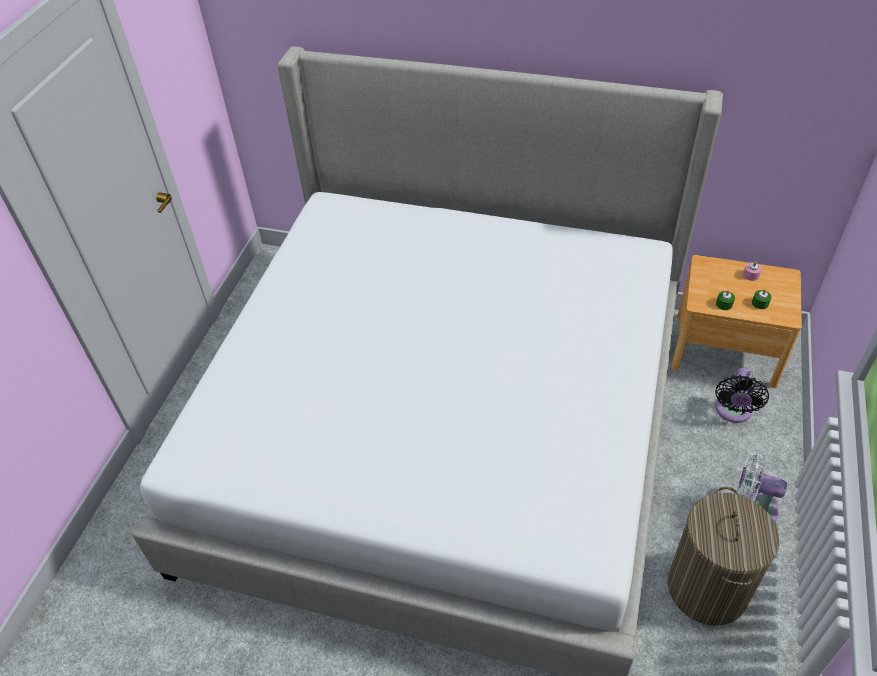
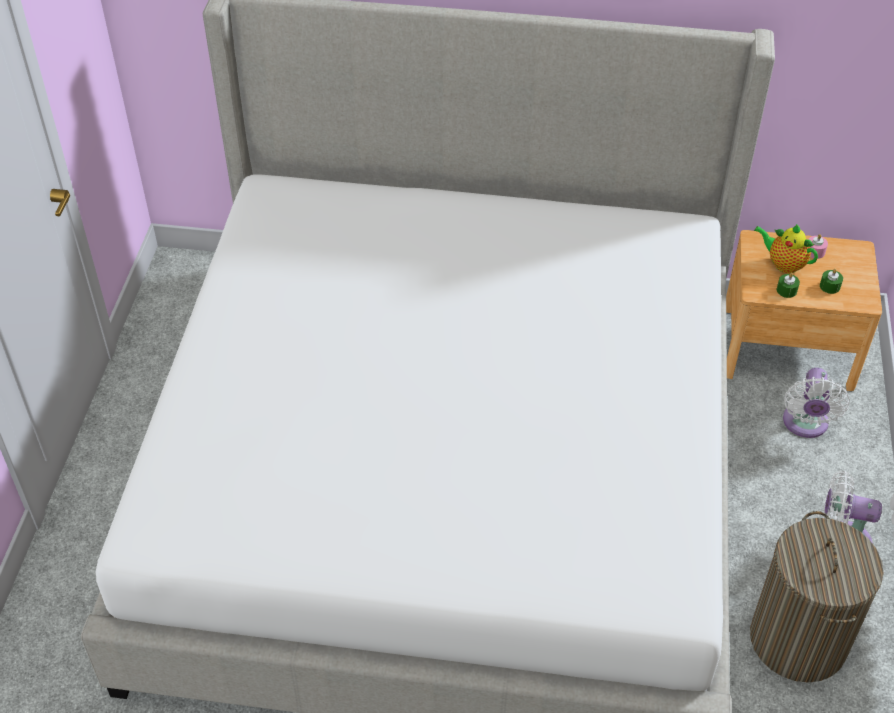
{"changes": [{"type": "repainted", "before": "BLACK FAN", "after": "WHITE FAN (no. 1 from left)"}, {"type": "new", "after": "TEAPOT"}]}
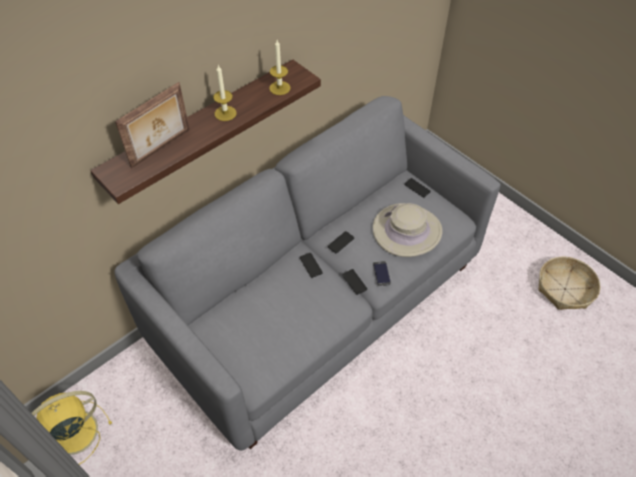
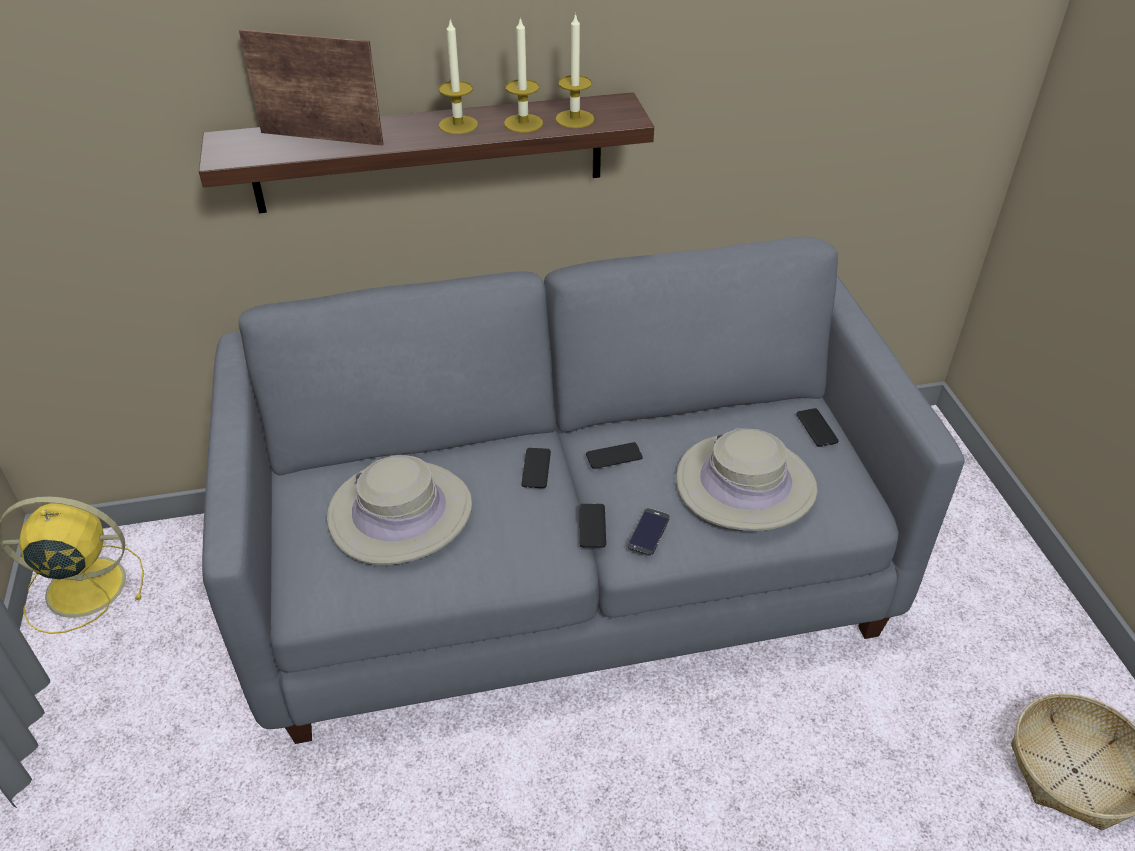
{"changes": [{"type": "rotated", "before": "PICTURE FRAME", "turn": -150}, {"type": "new", "after": "BEIGE HAT (no. 1 from left)"}, {"type": "new", "after": "CANDLE (no. 2 from left)"}]}
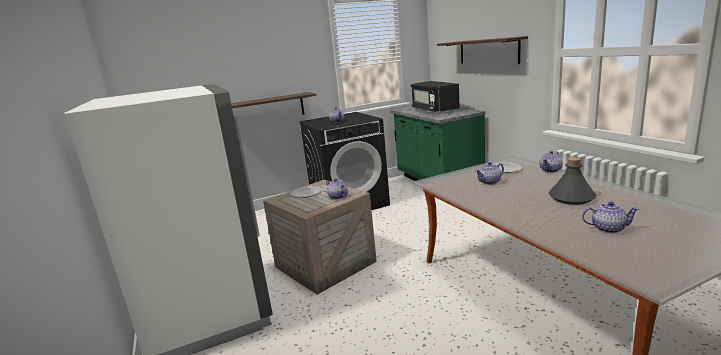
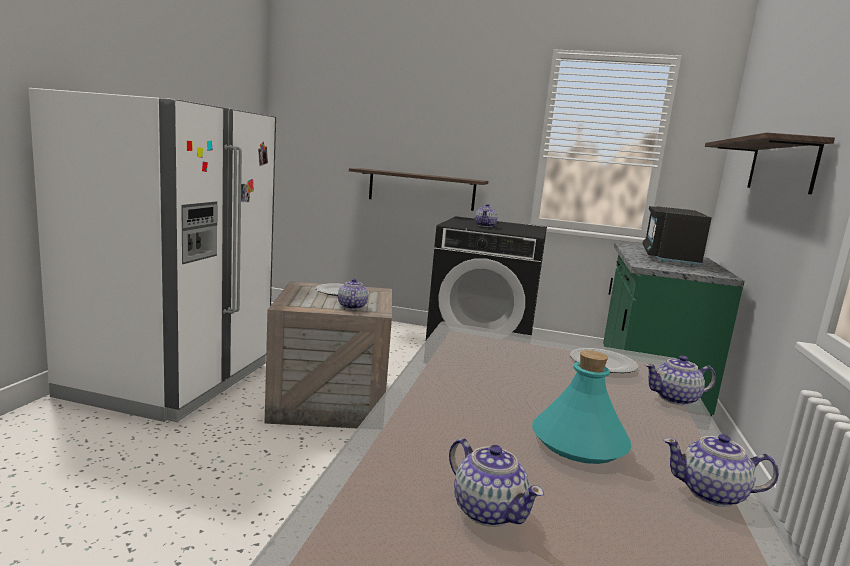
{"changes": [{"type": "shifted", "before": "TEAPOT (no. 3 from left in the first image)", "after": "TEAPOT (no. 5 from left)"}, {"type": "repainted", "before": "GREY BOTTLE", "after": "TURQUOISE BOTTLE"}]}
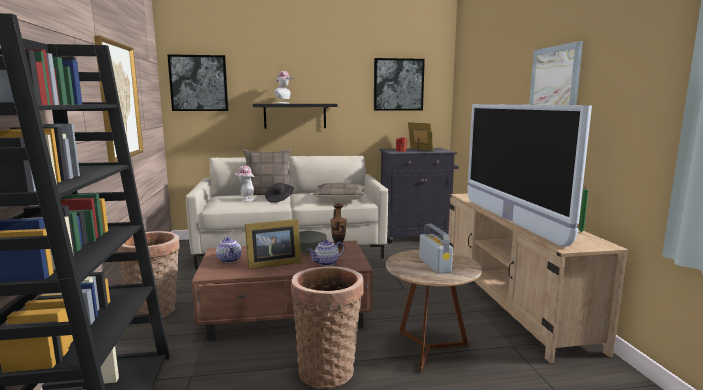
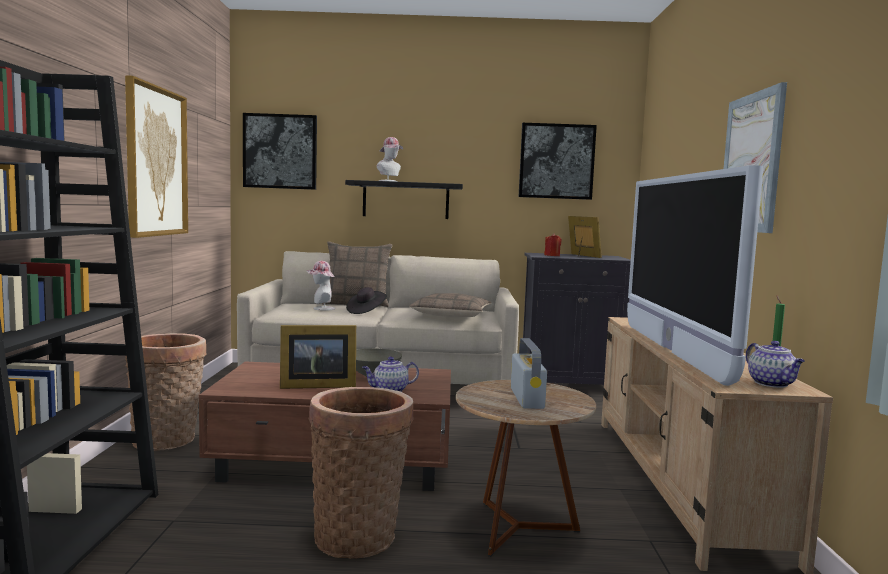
{"changes": [{"type": "shifted", "before": "TEAPOT (no. 1 from left in the first image)", "after": "TEAPOT (no. 2 from left)"}, {"type": "gone", "before": "VASE"}]}
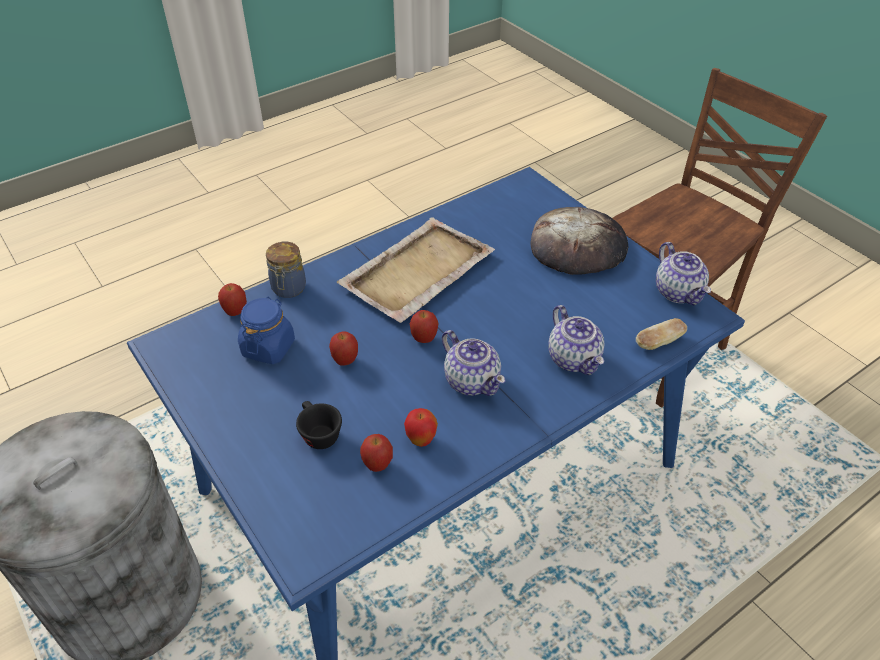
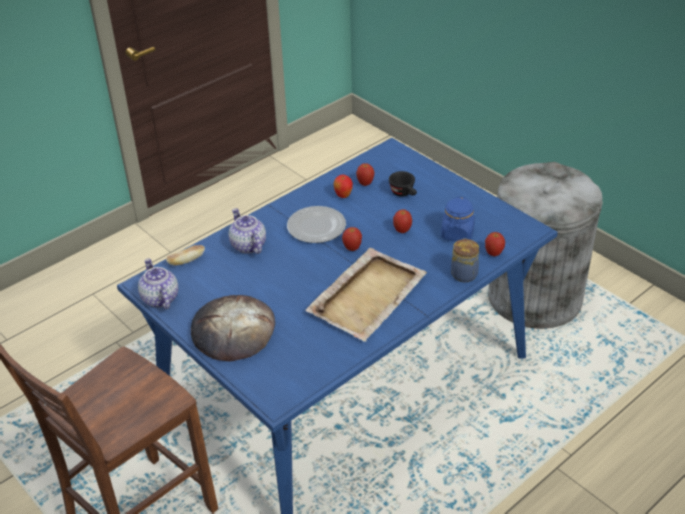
{"changes": [{"type": "swapped", "before": "TEAPOT (no. 1 from left)", "after": "PLATE"}]}
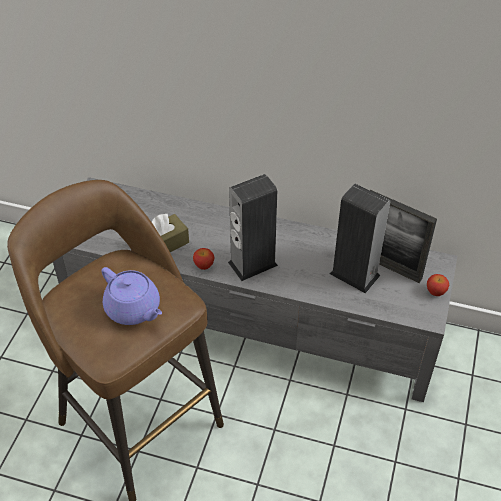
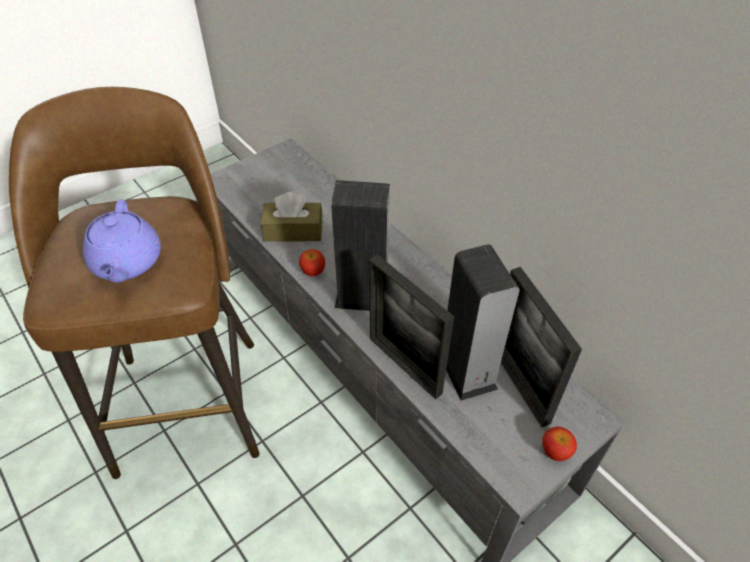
{"changes": [{"type": "new", "after": "PICTURE FRAME (no. 1 from left)"}]}
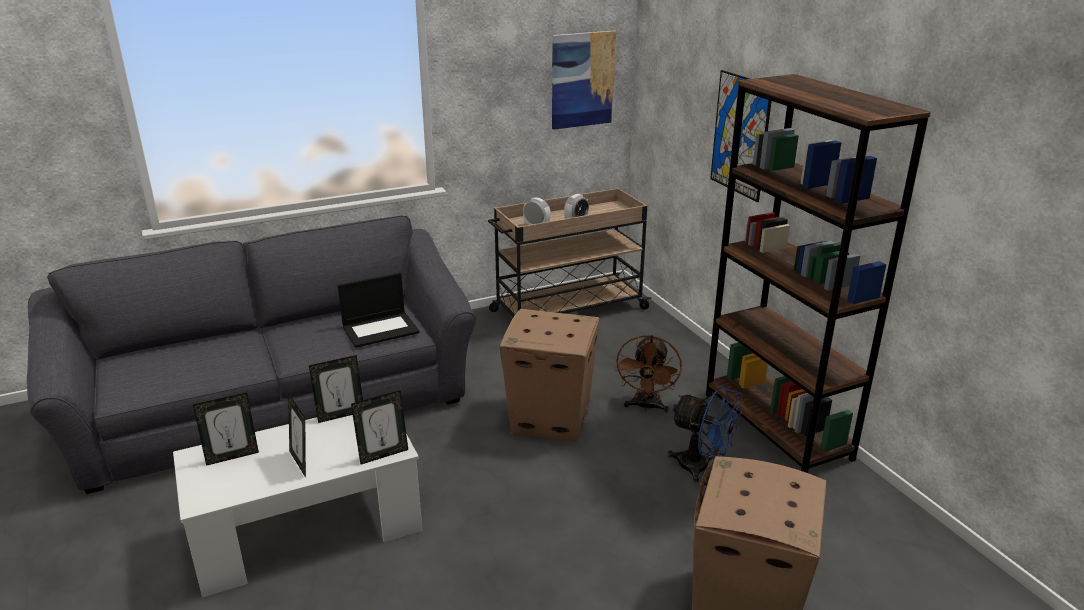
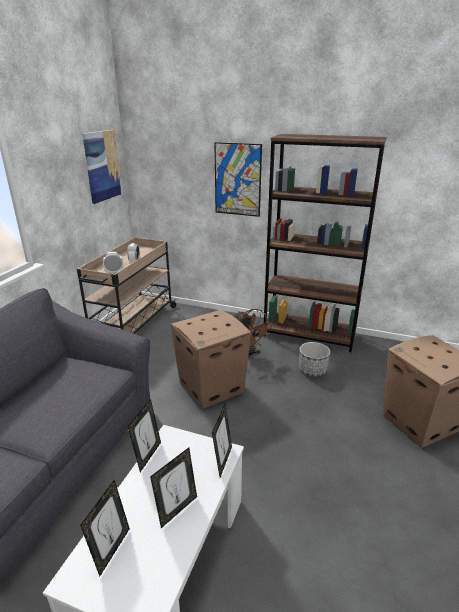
{"changes": [{"type": "rotated", "before": "PICTURE FRAME (no. 2 from left in the first image)", "turn": -60}, {"type": "gone", "before": "LAPTOP"}, {"type": "swapped", "before": "BLUE FAN", "after": "PLANTER"}]}
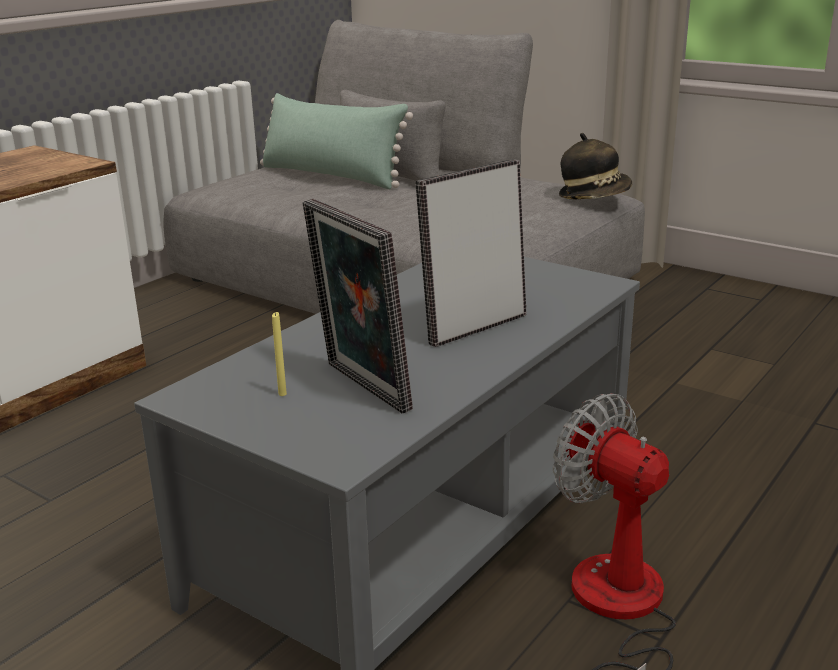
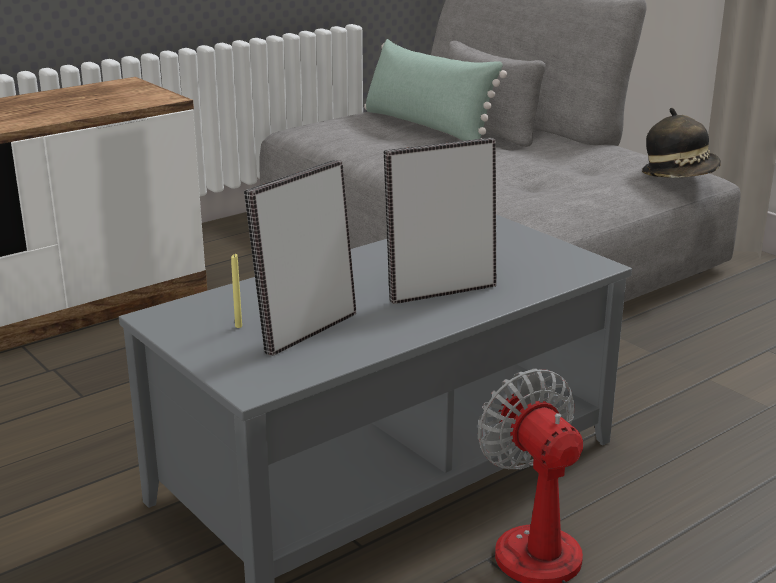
{"changes": [{"type": "rotated", "before": "PICTURE FRAME (no. 1 from left)", "turn": 60}]}
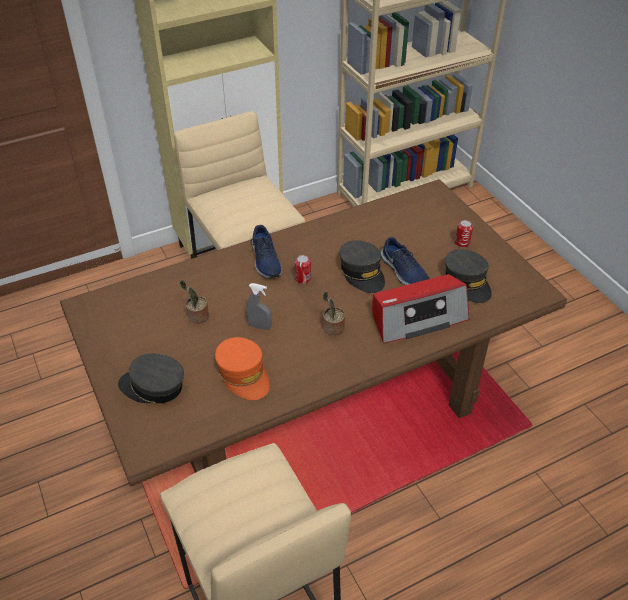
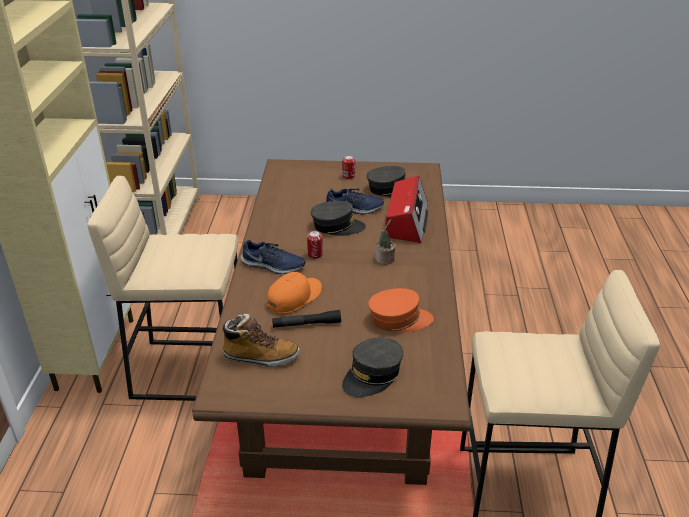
{"changes": [{"type": "swapped", "before": "POTTED PLANT (no. 1 from left)", "after": "BLACK FLASHLIGHT"}, {"type": "gone", "before": "GREY SPRAY BOTTLE"}, {"type": "new", "after": "BOOT"}, {"type": "new", "after": "ORANGE CAP (no. 1 from left)"}]}
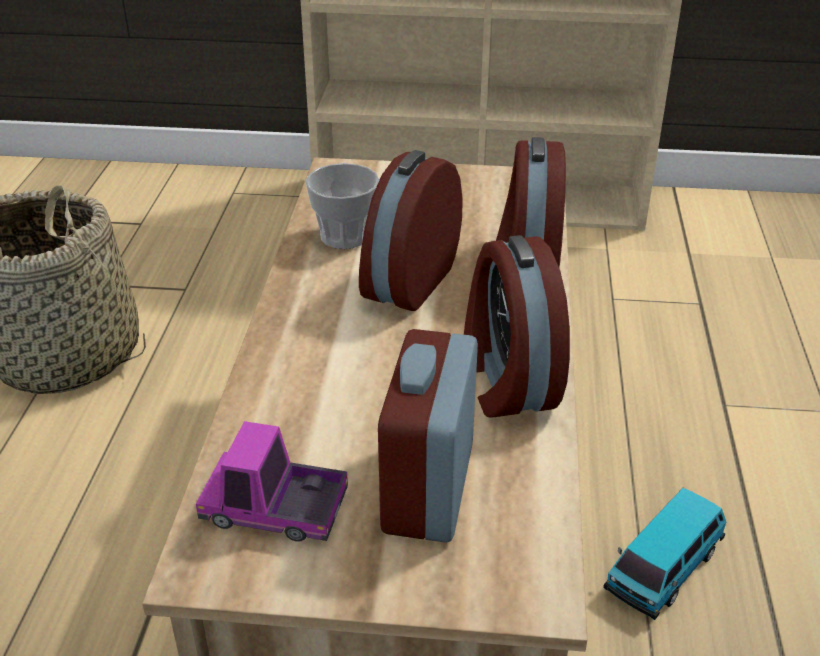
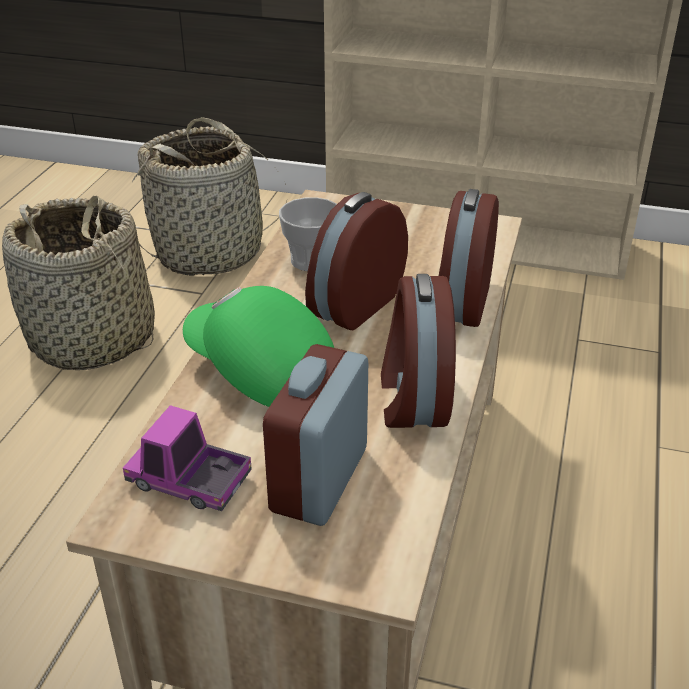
{"changes": [{"type": "gone", "before": "TOY CAR"}, {"type": "new", "after": "BASKET (no. 2 from left)"}, {"type": "new", "after": "GREEN CAP"}]}
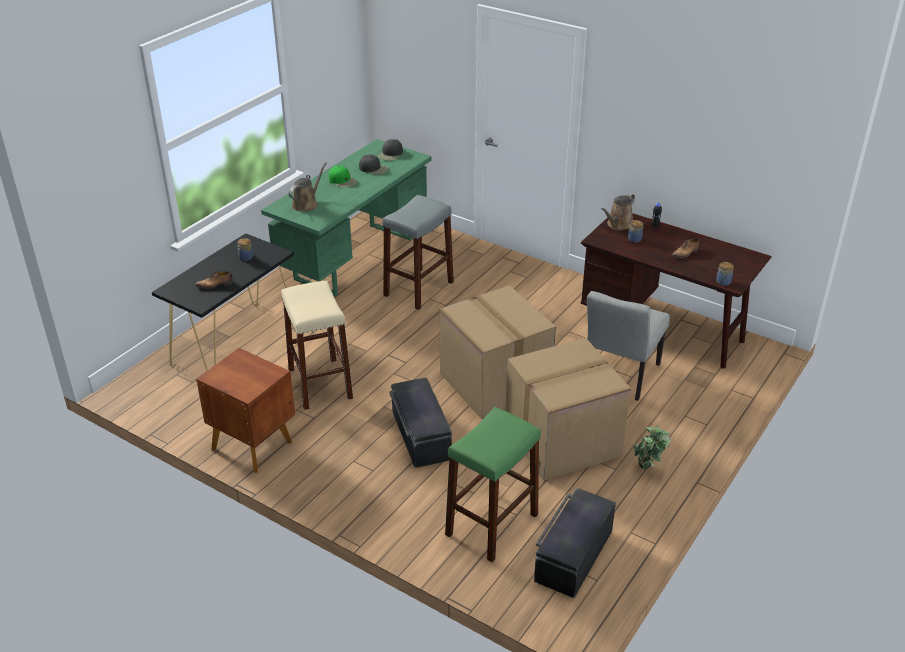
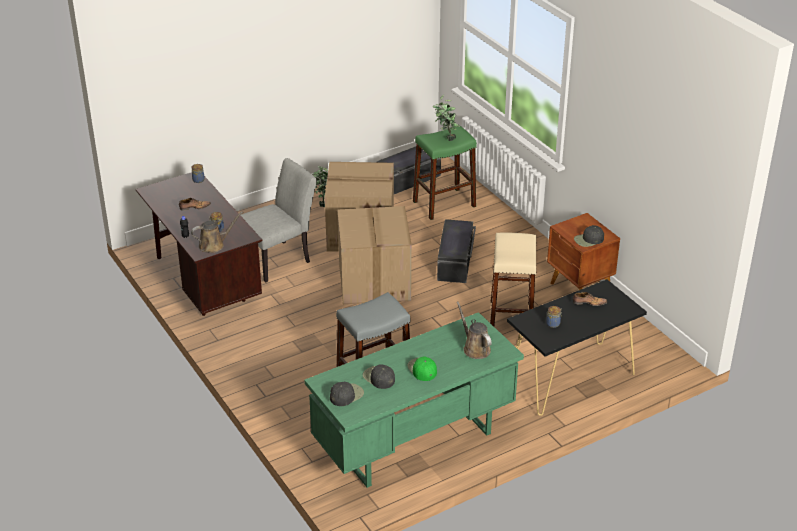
{"changes": [{"type": "rotated", "before": "BROWN WATERING CAN (no. 1 from left in the first image)", "turn": 90}, {"type": "new", "after": "POTTED PLANT (no. 2 from left)"}, {"type": "new", "after": "BLACK CAP (no. 3 from left)"}]}
